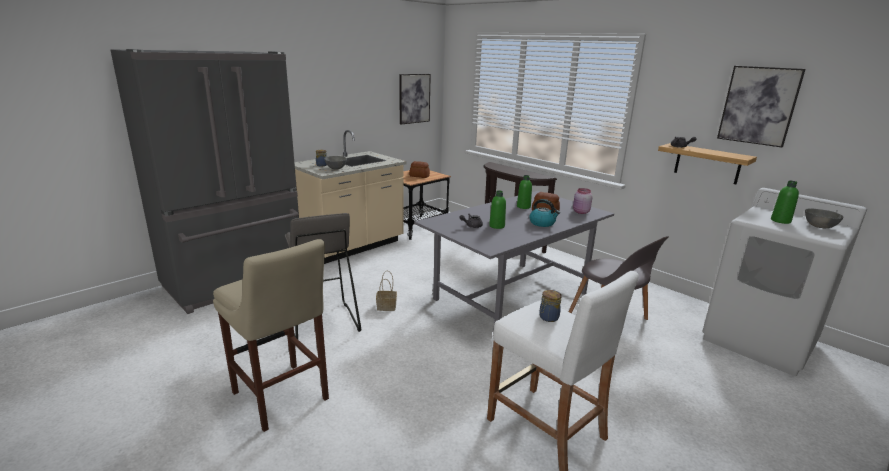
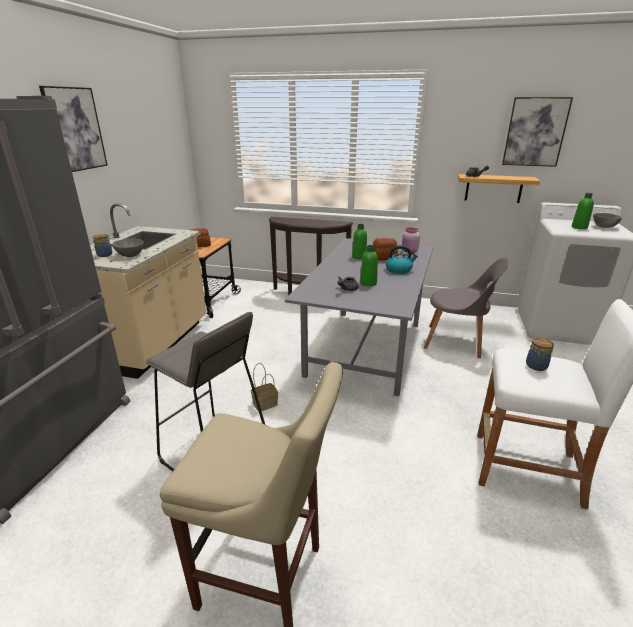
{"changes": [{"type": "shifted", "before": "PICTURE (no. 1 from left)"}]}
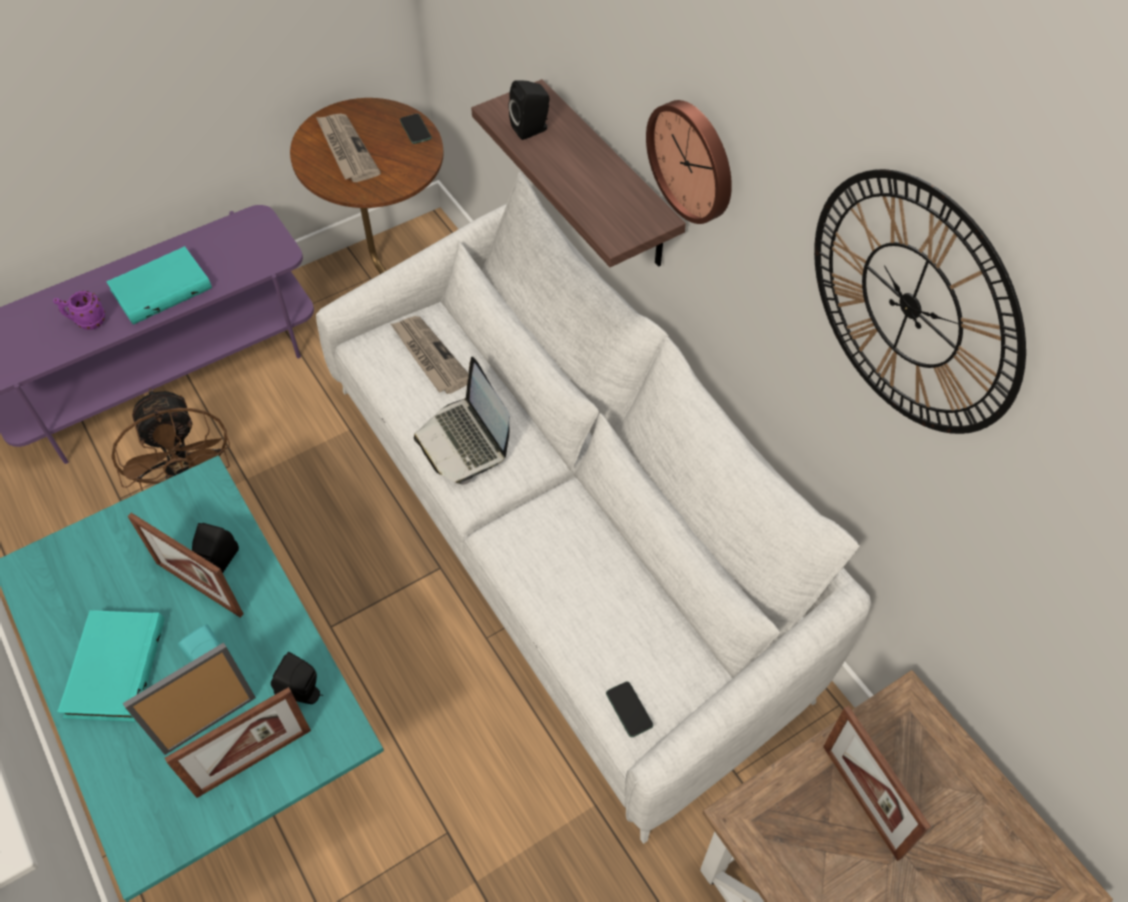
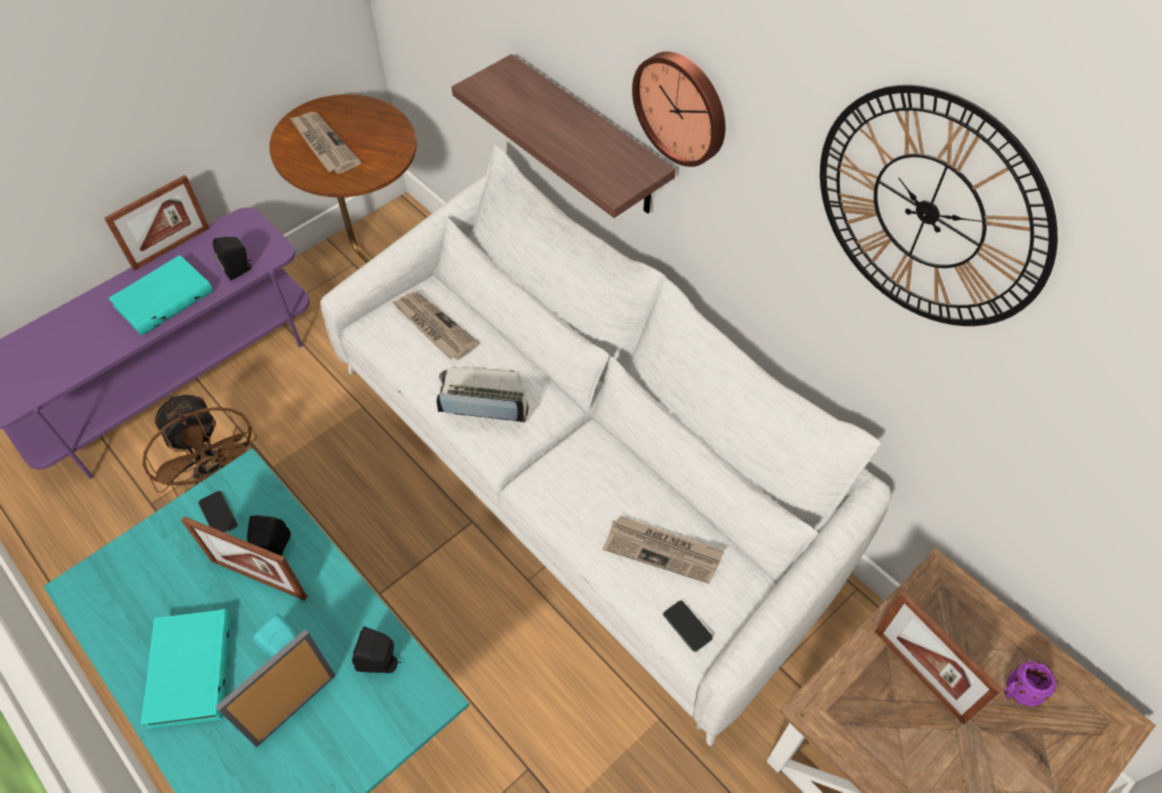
{"changes": [{"type": "shifted", "before": "PURPLE MUG"}, {"type": "shifted", "before": "PICTURE FRAME (no. 3 from left in the first image)", "after": "PICTURE FRAME (no. 1 from left)"}, {"type": "shifted", "before": "PHONE (no. 1 from left)"}, {"type": "rotated", "before": "LAPTOP", "turn": 135}, {"type": "shifted", "before": "BLACK SPEAKER (no. 3 from left in the first image)", "after": "BLACK SPEAKER (no. 1 from left)"}, {"type": "new", "after": "NEWSPAPER (no. 3 from left)"}]}
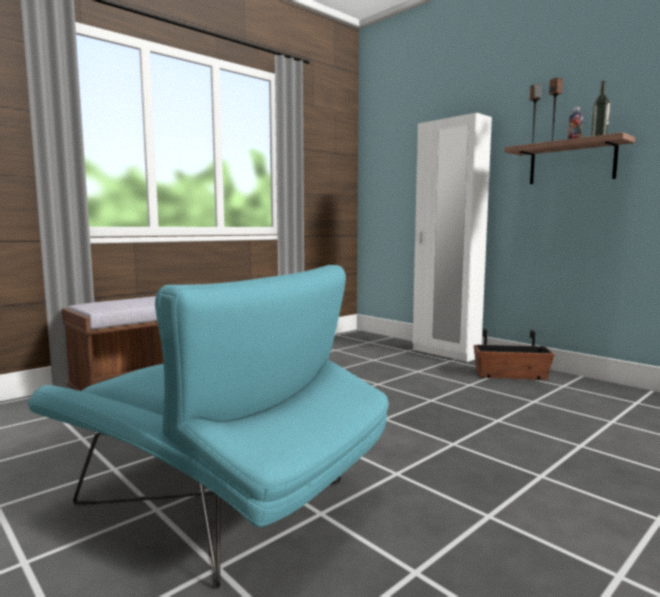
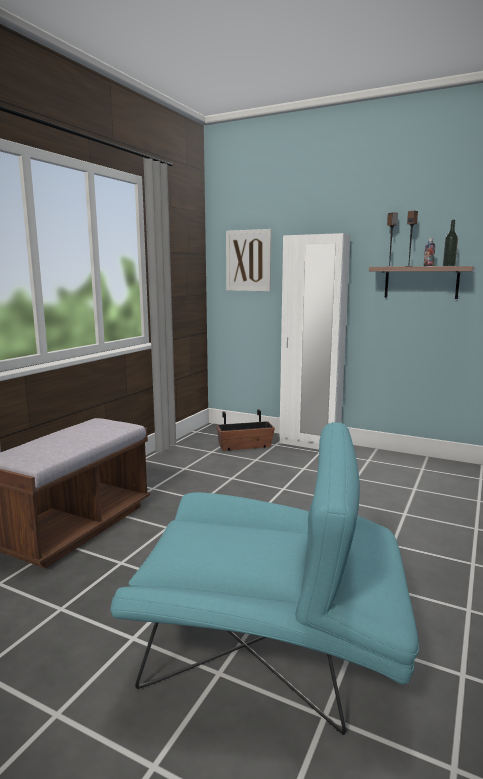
{"changes": [{"type": "shifted", "before": "PLANTER"}, {"type": "new", "after": "PICTURE"}]}
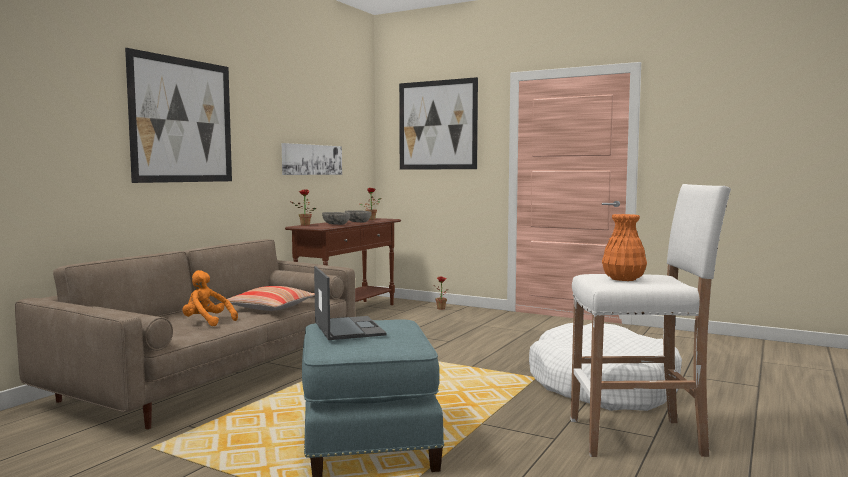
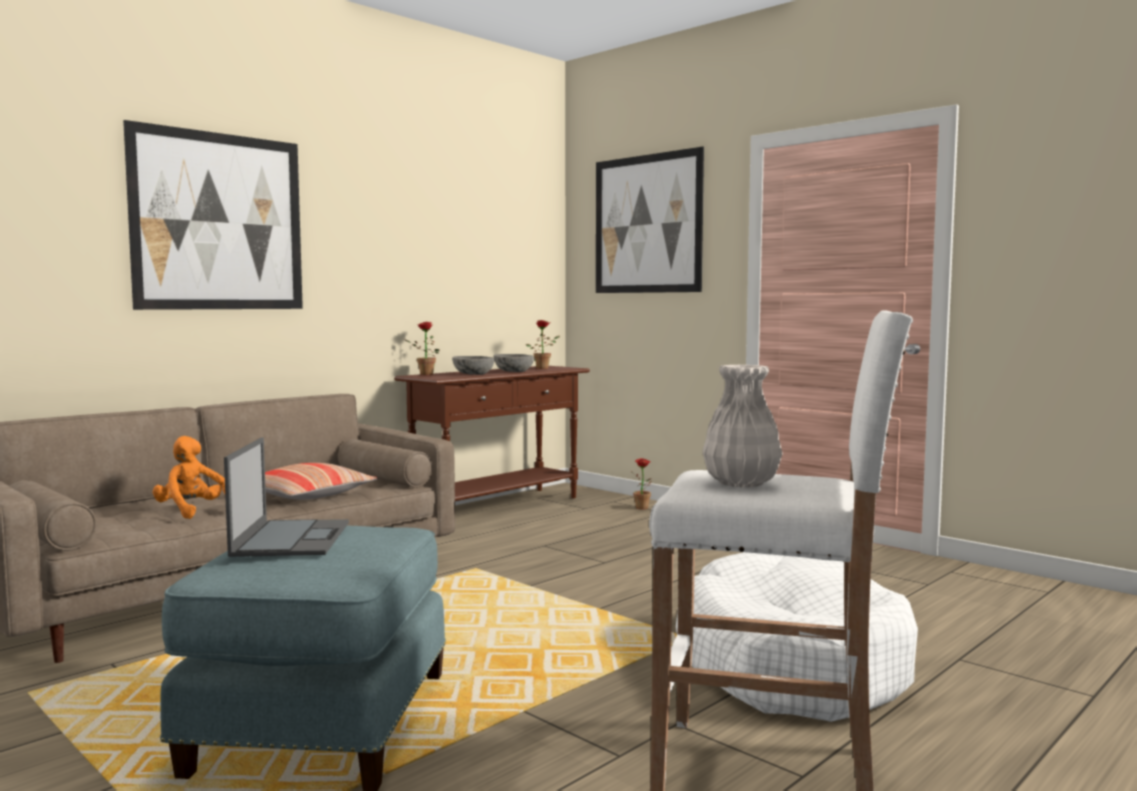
{"changes": [{"type": "gone", "before": "PICTURE (no. 2 from left)"}, {"type": "repainted", "before": "ORANGE VASE", "after": "WHITE VASE"}]}
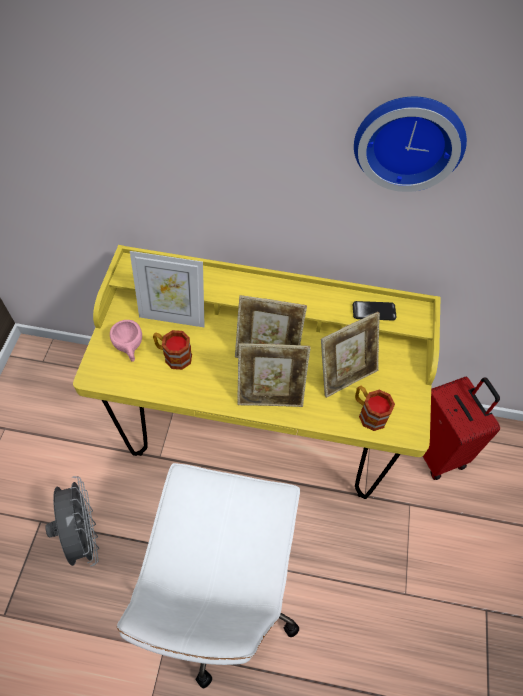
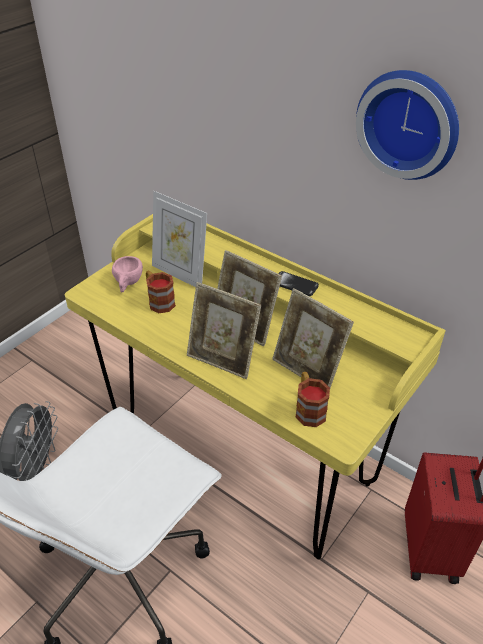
{"changes": [{"type": "rotated", "before": "PICTURE FRAME (no. 4 from left)", "turn": 45}, {"type": "shifted", "before": "PHONE"}]}
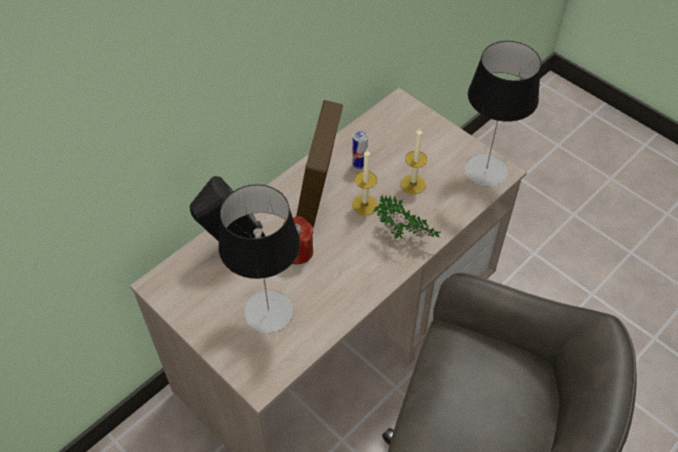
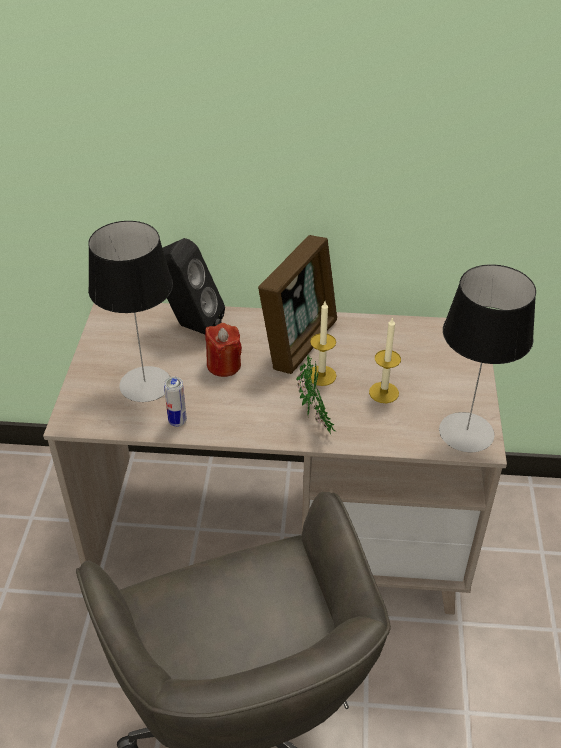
{"changes": [{"type": "rotated", "before": "PICTURE FRAME", "turn": 150}, {"type": "shifted", "before": "CAN"}]}
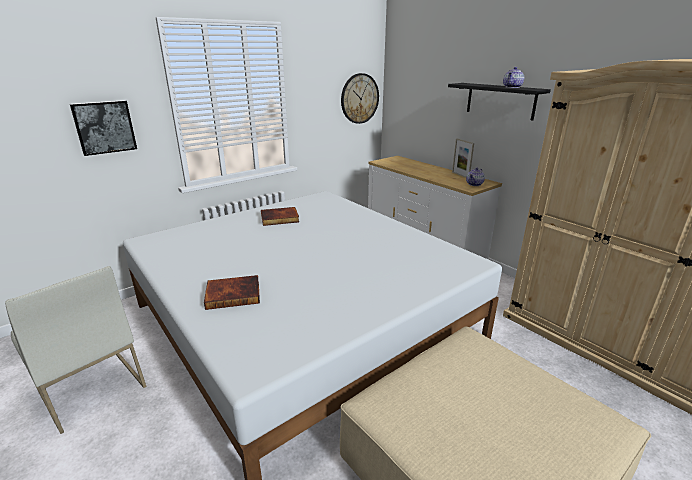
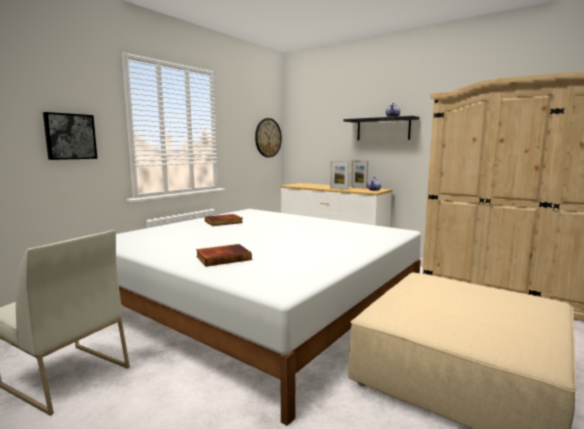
{"changes": [{"type": "new", "after": "PICTURE FRAME (no. 1 from left)"}]}
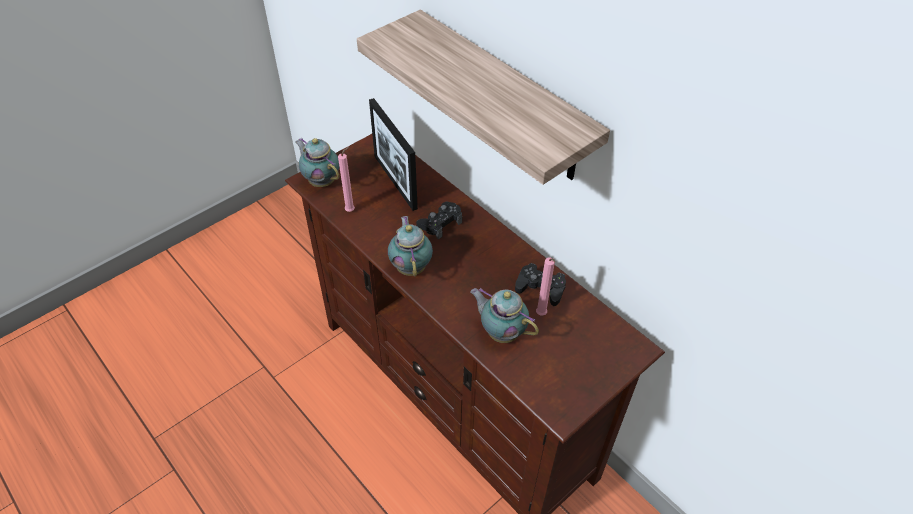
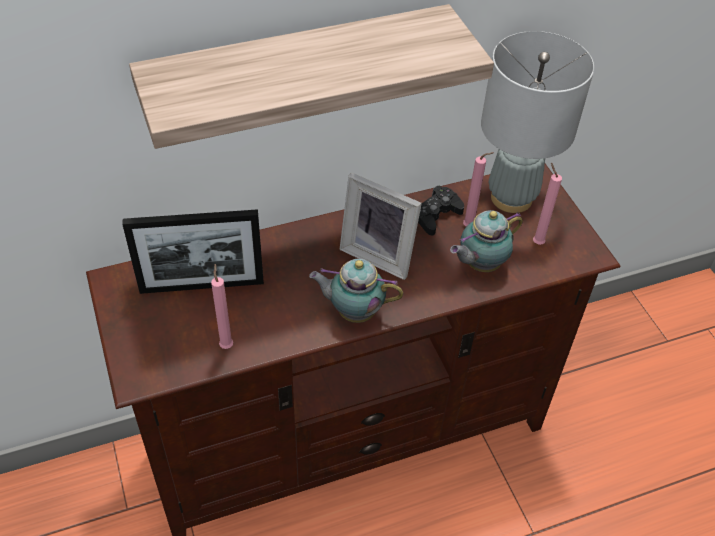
{"changes": [{"type": "gone", "before": "TEAPOT (no. 1 from left)"}, {"type": "gone", "before": "BLACK GAME CONTROLLER (no. 1 from left)"}, {"type": "new", "after": "PICTURE FRAME (no. 2 from left)"}, {"type": "new", "after": "GREY TABLE LAMP"}, {"type": "new", "after": "PINK CANDLE (no. 3 from left)"}]}
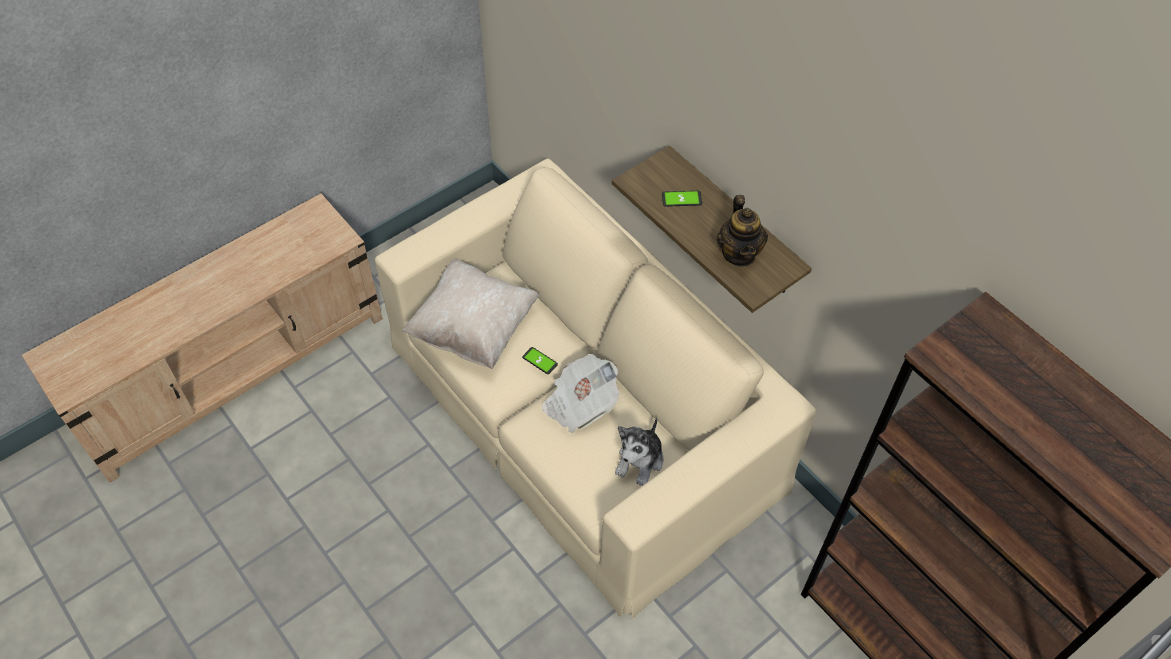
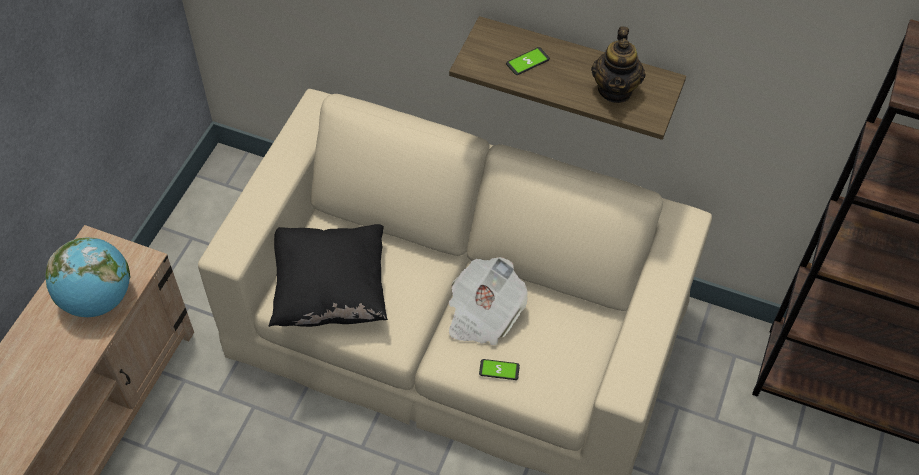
{"changes": [{"type": "repainted", "before": "BEIGE PILLOW", "after": "BLACK PILLOW"}, {"type": "shifted", "before": "PHONE (no. 1 from left)"}, {"type": "gone", "before": "PLUSH TOY"}, {"type": "rotated", "before": "TEAPOT", "turn": 45}, {"type": "new", "after": "GLOBE"}]}
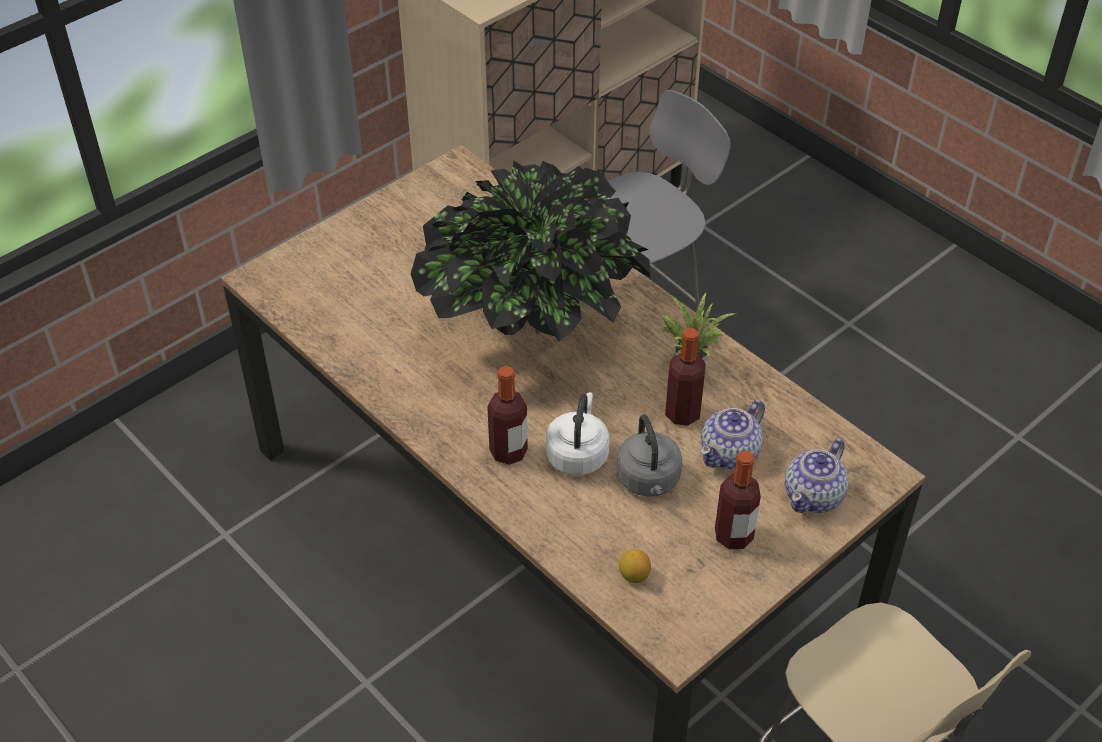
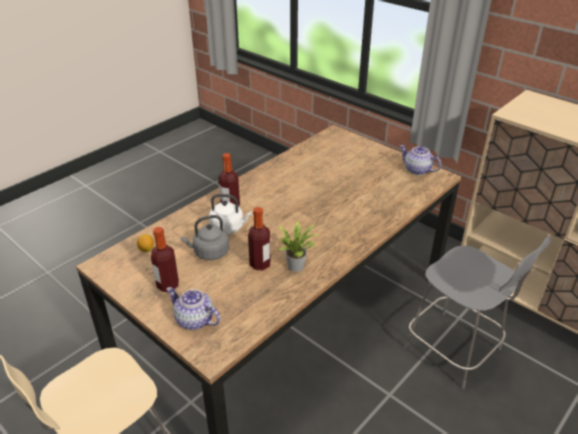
{"changes": [{"type": "gone", "before": "POTTED PLANT (no. 1 from left)"}, {"type": "shifted", "before": "TEAPOT (no. 1 from left in the first image)", "after": "TEAPOT (no. 2 from left)"}]}
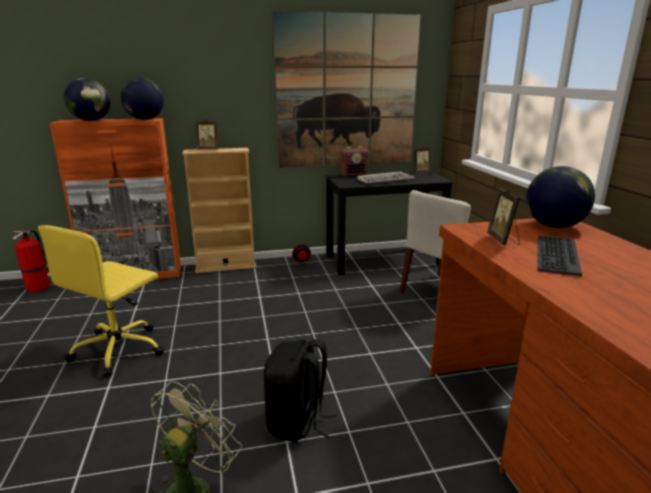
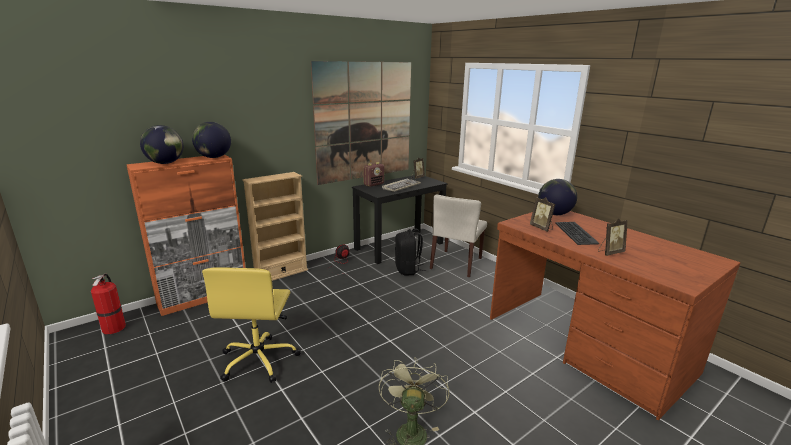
{"changes": [{"type": "shifted", "before": "PICTURE FRAME (no. 1 from left in the first image)", "after": "PICTURE FRAME (no. 3 from left)"}, {"type": "shifted", "before": "BLACK BACKPACK"}]}
